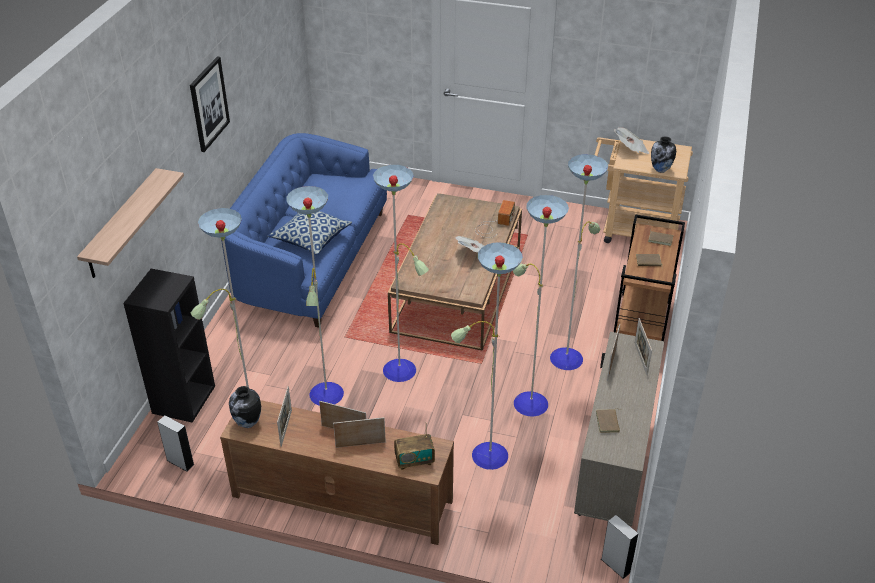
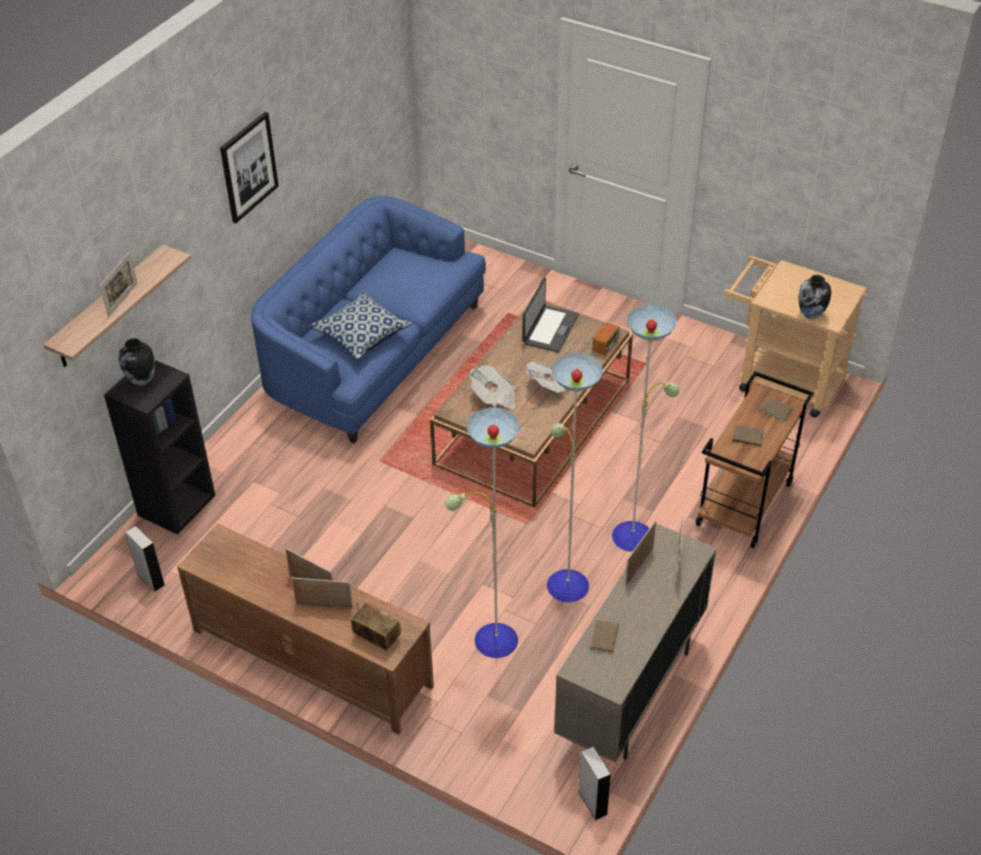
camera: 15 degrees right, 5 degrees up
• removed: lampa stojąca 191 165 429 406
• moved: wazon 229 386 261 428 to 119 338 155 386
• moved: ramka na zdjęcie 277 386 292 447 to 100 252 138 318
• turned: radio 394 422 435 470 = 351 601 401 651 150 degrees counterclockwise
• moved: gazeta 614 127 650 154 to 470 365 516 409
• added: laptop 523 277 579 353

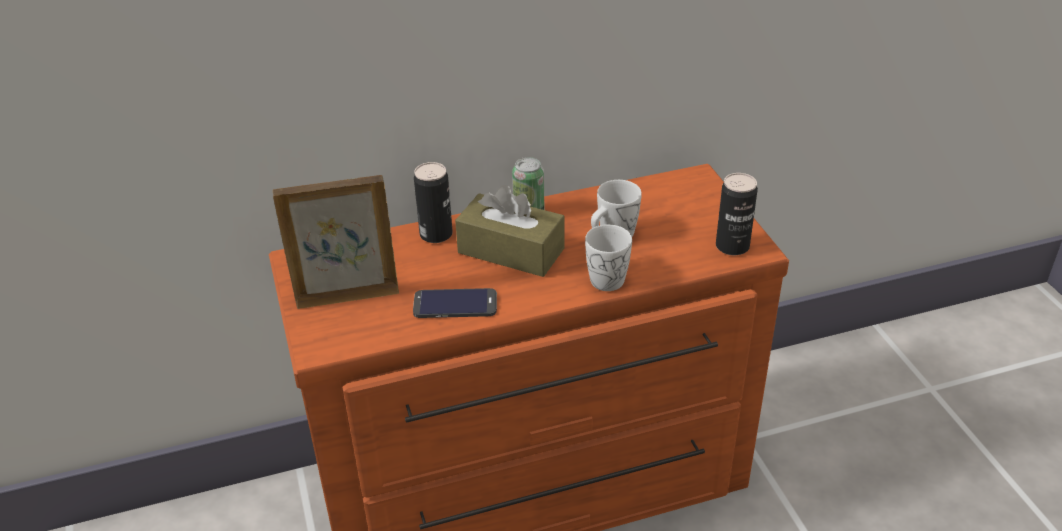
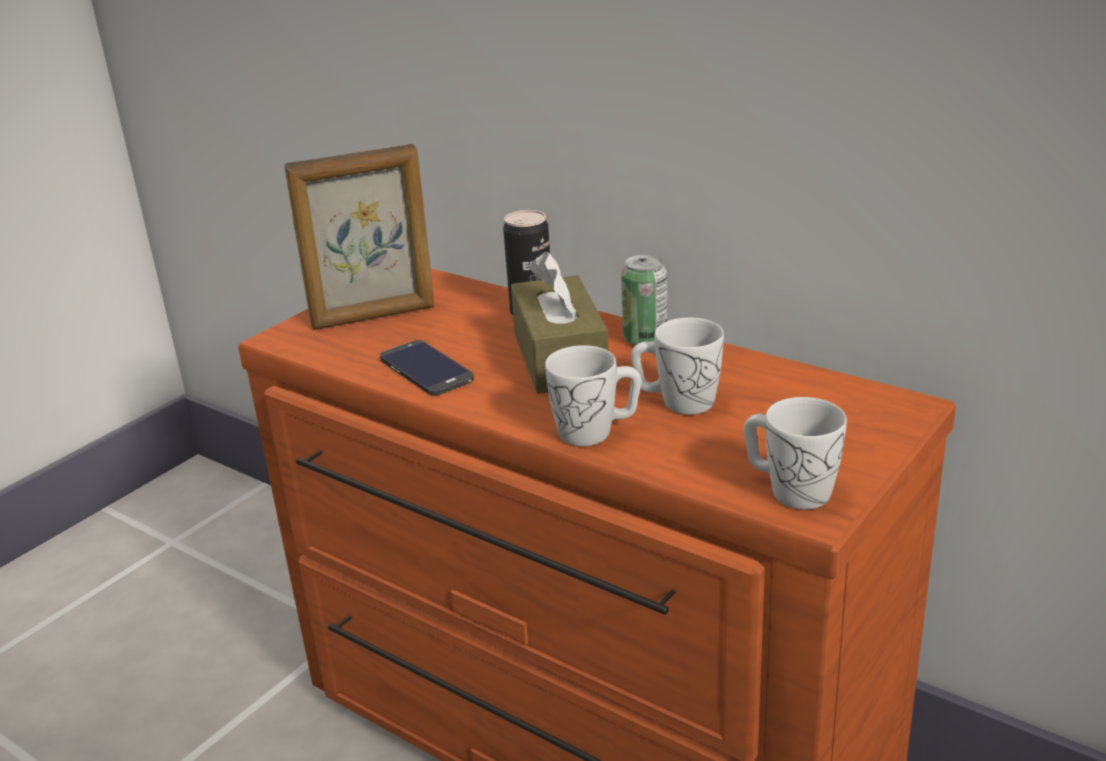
camera: 55 degrees right, 10 degrees down
• turned: ramka na zdjęcie 273 175 399 309 = 284 144 434 330 120 degrees clockwise
• replaced: puszka 716 173 758 255 to kubek (biały) 744 397 847 510

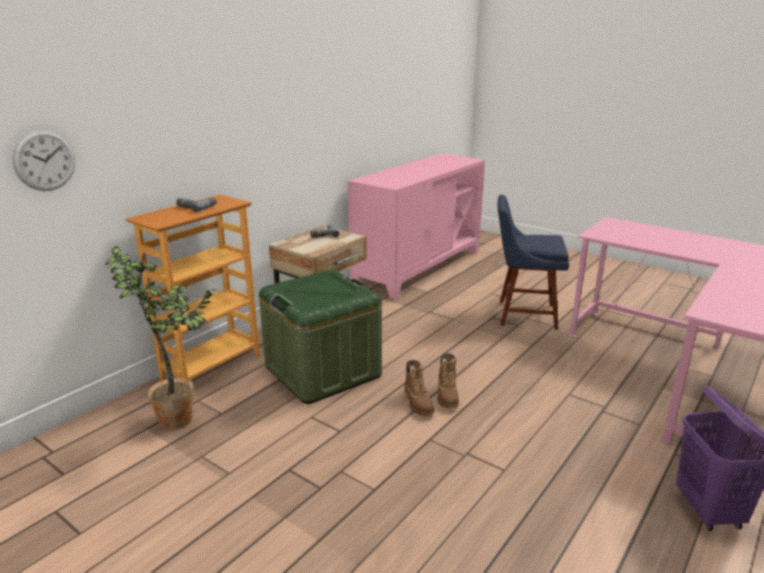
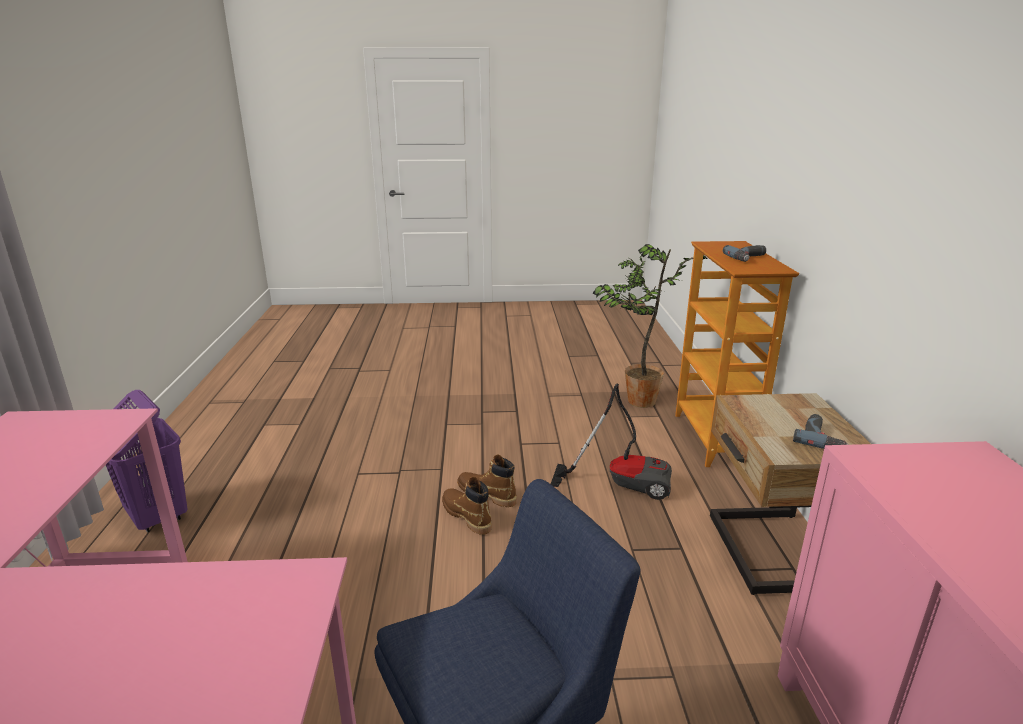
camera: 140 degrees right, 0 degrees up
• removed: zegar ścienny 12 130 75 191
• replaced: pojemnik do przechowywania (zielony) 259 269 382 404 to odkurzacz 551 383 672 500

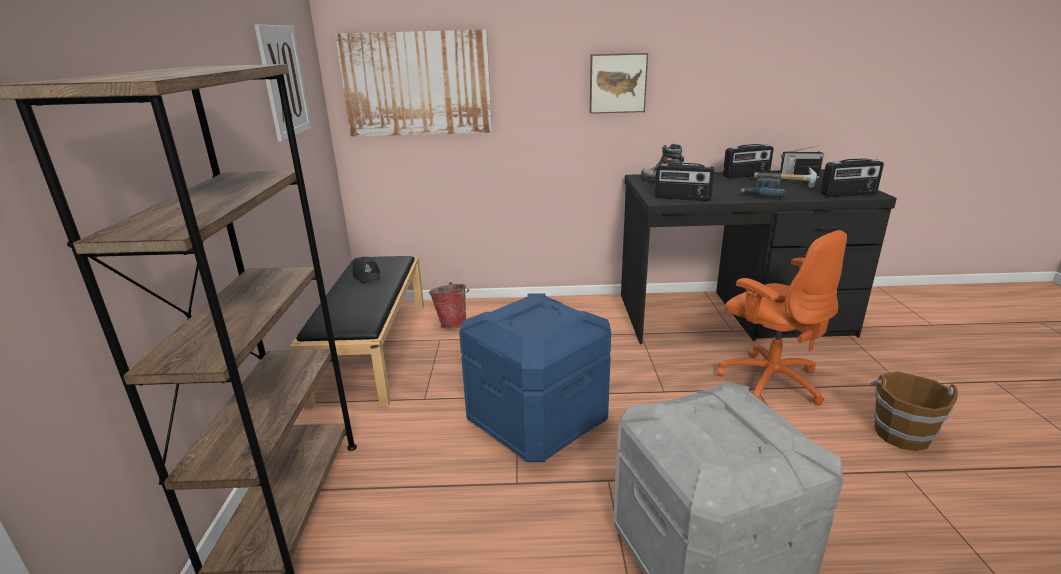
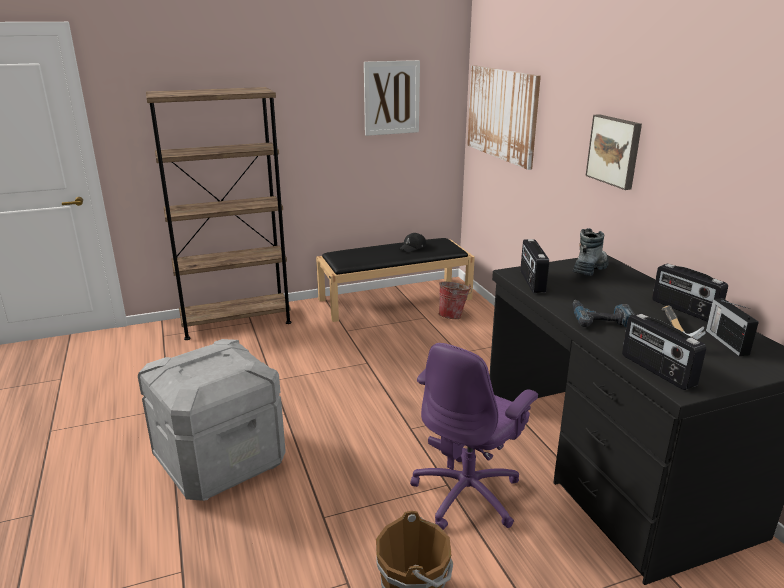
camera: 70 degrees right, 0 degrees up
• removed: pojemnik do przechowywania (niebieski) 459 293 611 462
• recoloured: krzesło biurowe (pomarańczowy) 717 230 847 406 to krzesło biurowe (fioletowy) 410 343 538 530

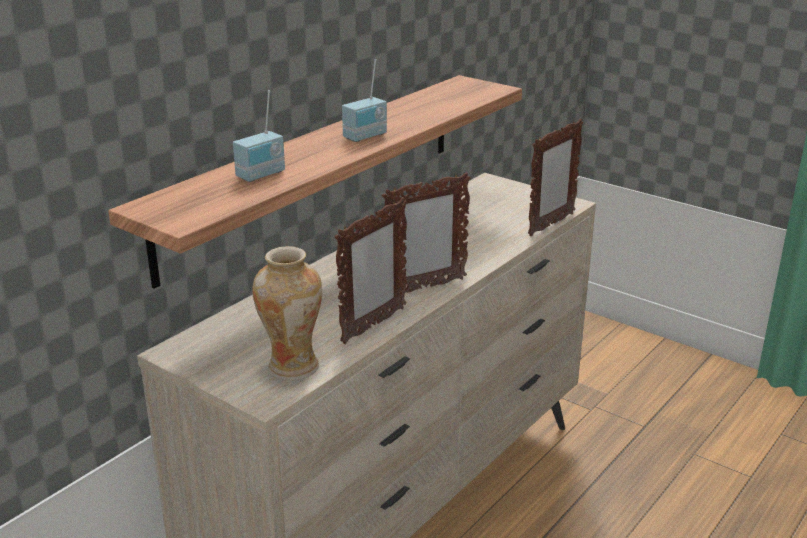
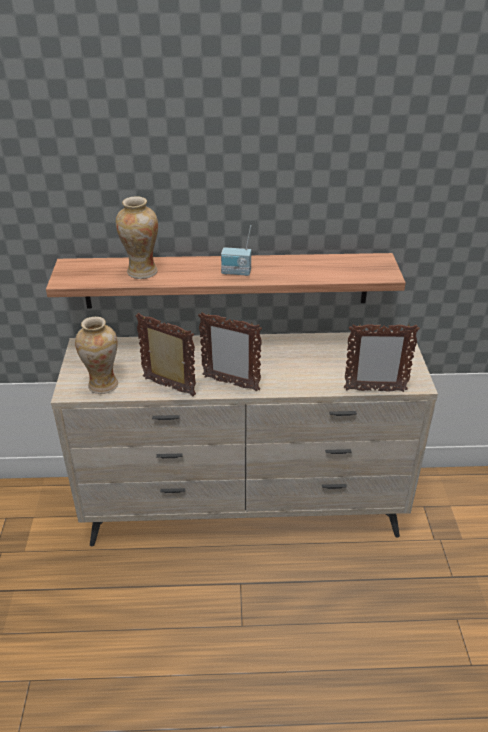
camera: 50 degrees right, 10 degrees up
• replaced: radio 233 90 285 182 to wazon 116 197 158 279
• turned: ramka na zdjęcie 335 197 407 344 = 135 313 196 396 150 degrees counterclockwise

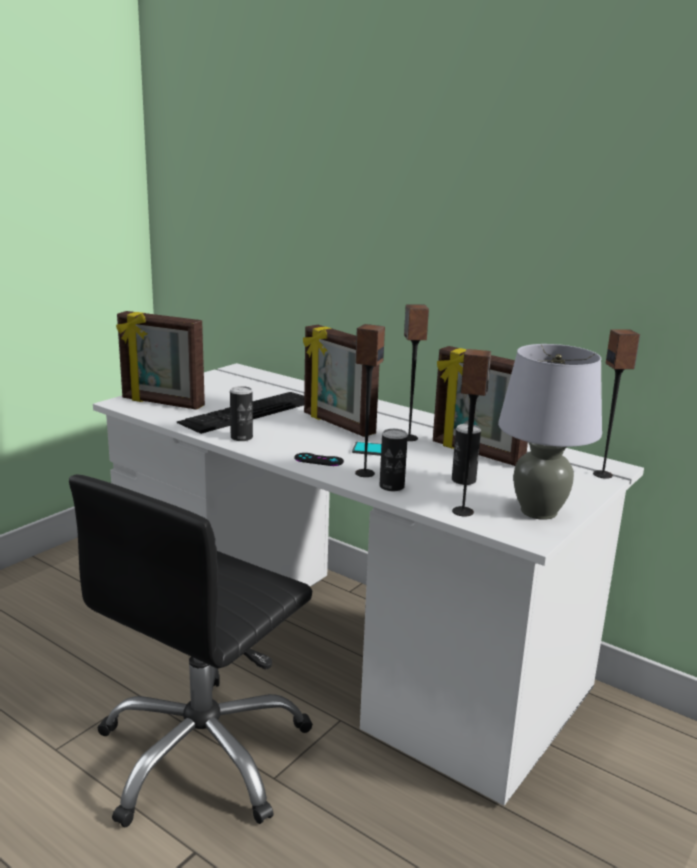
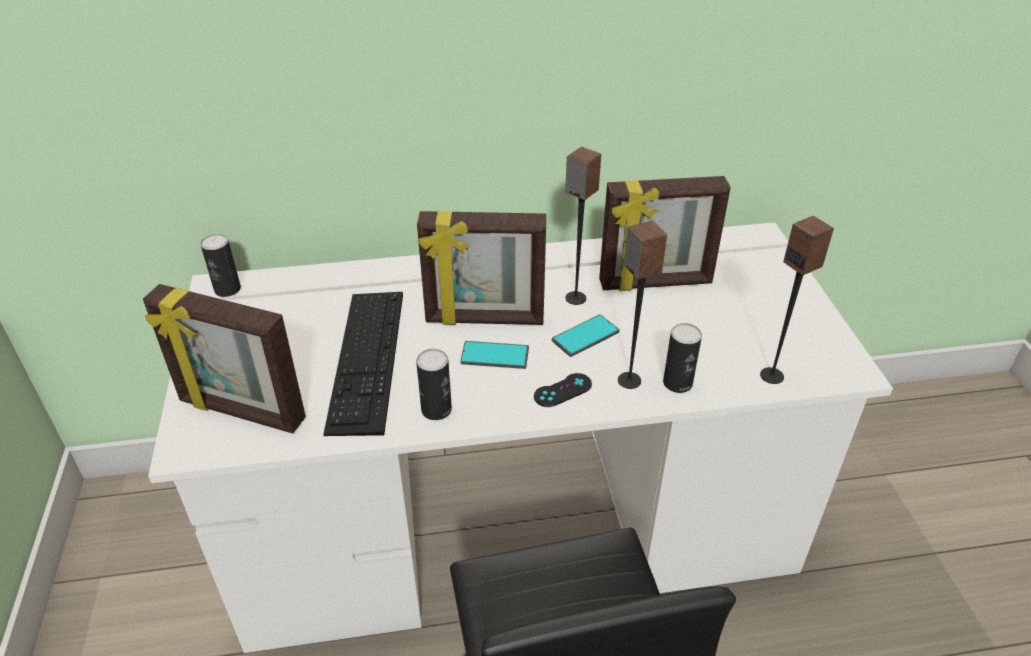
camera: 45 degrees left, 20 degrees up
• turned: ramka na zdjęcie 116 311 205 410 = 143 284 306 434 45 degrees clockwise
• moved: puszka 452 424 481 485 to 201 233 241 297
• removed: lampa stołowa (szary) 498 344 602 520
• removed: głośnik 593 329 640 479
• added: telefon 460 341 529 369

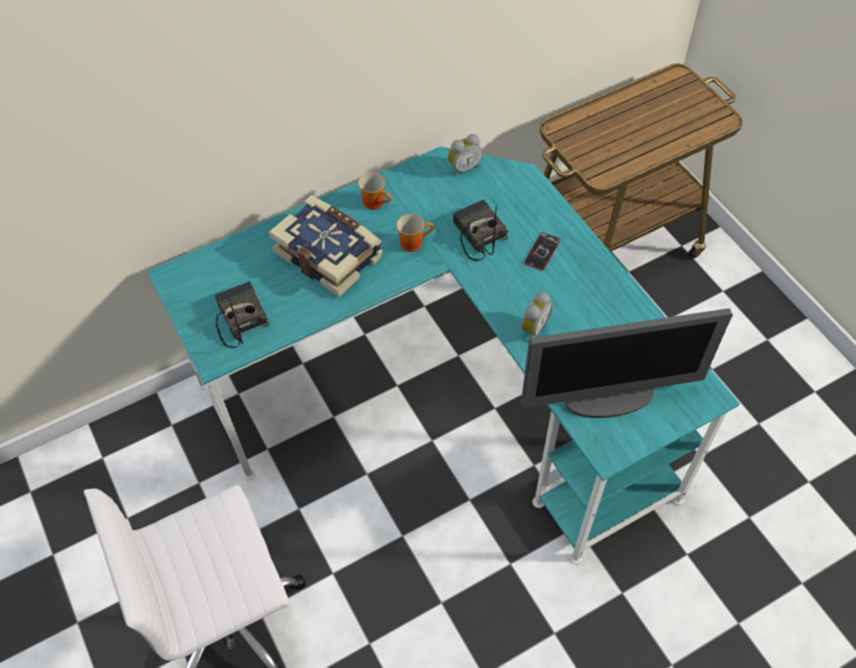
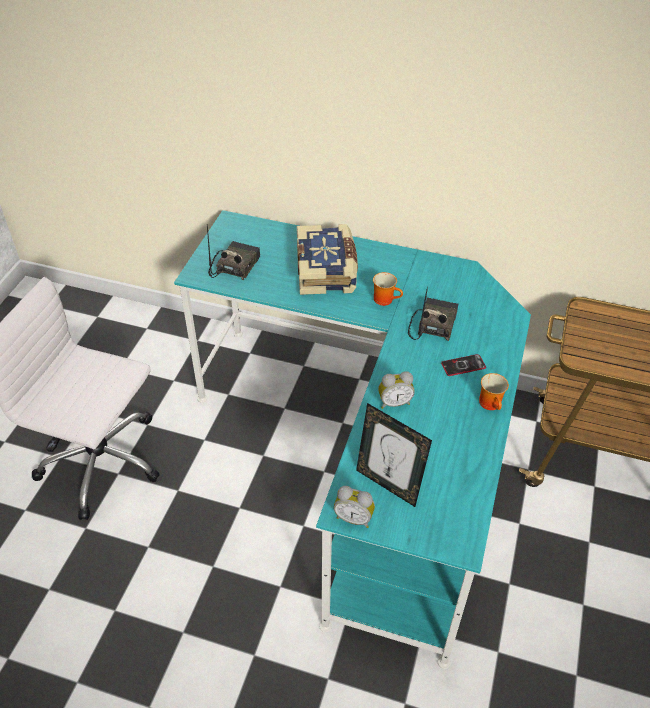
camera: 45 degrees right, 10 degrees down
• moved: kubek 358 173 392 210 to 479 373 509 410
• moved: budzik 448 134 483 176 to 334 486 375 528
• replaced: monitor 521 308 733 418 to ramka na zdjęcie 356 403 432 507

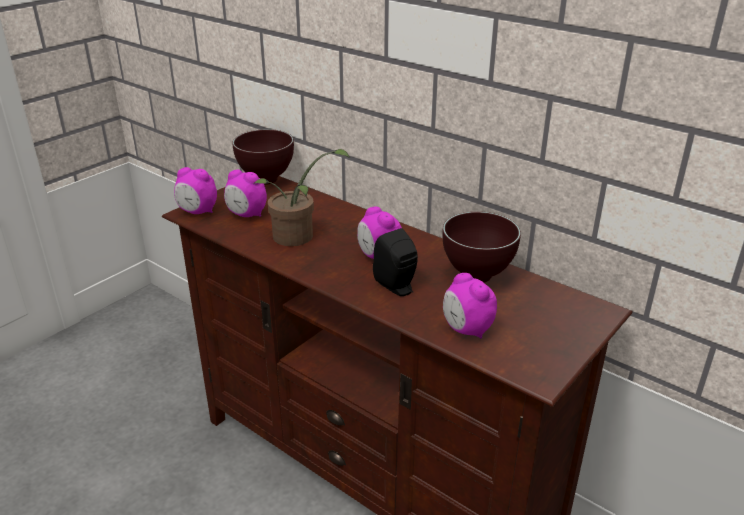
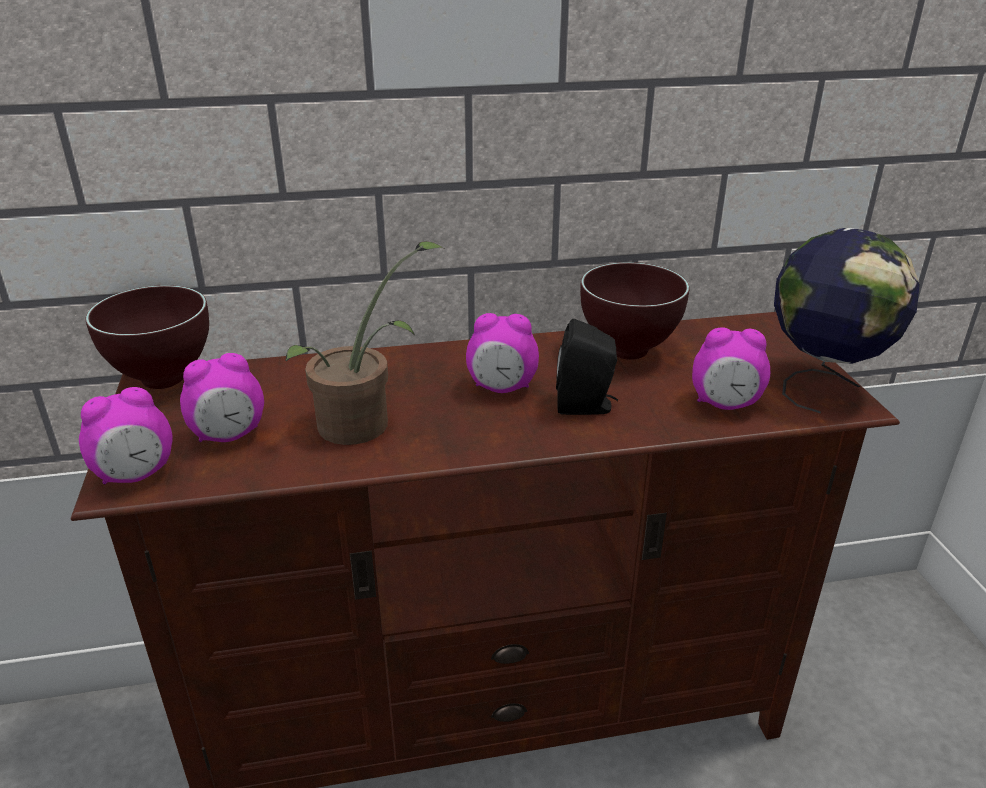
camera: 50 degrees left, 0 degrees up
• added: globus 774 228 920 413

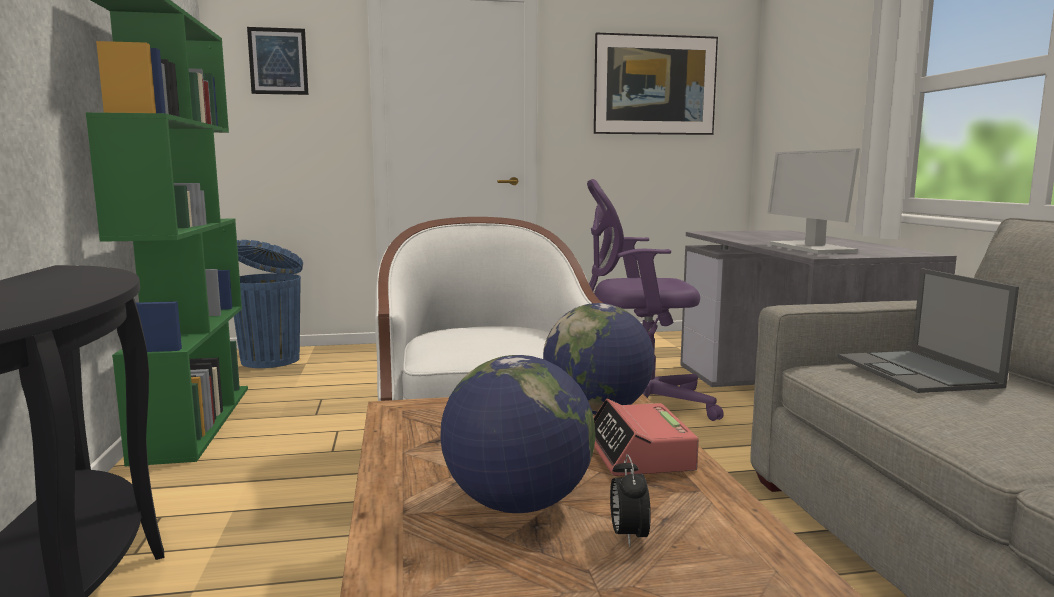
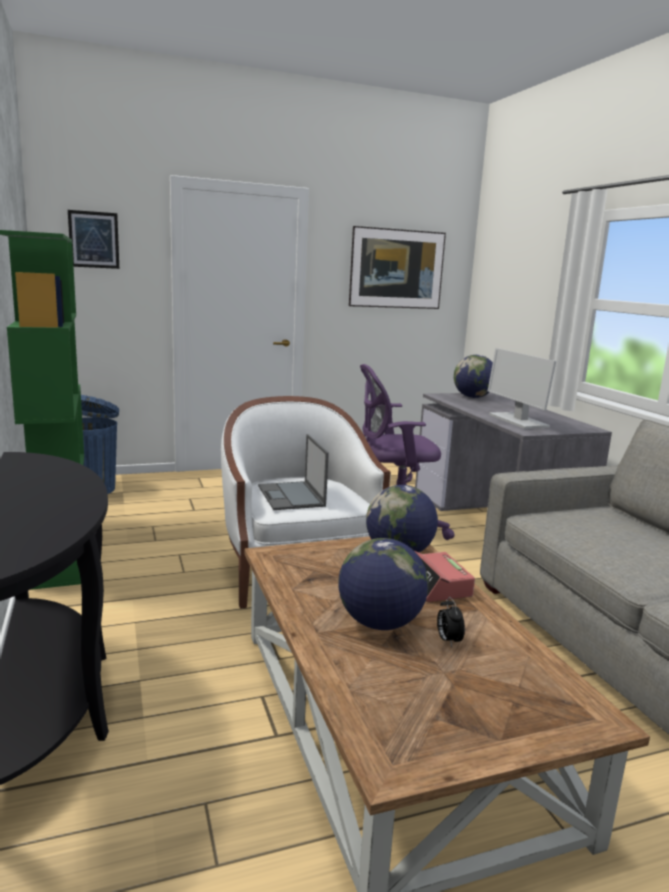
camera: 10 degrees left, 5 degrees up
• moved: laptop 838 268 1019 393 to 258 434 329 510
• added: globus 454 355 493 398

